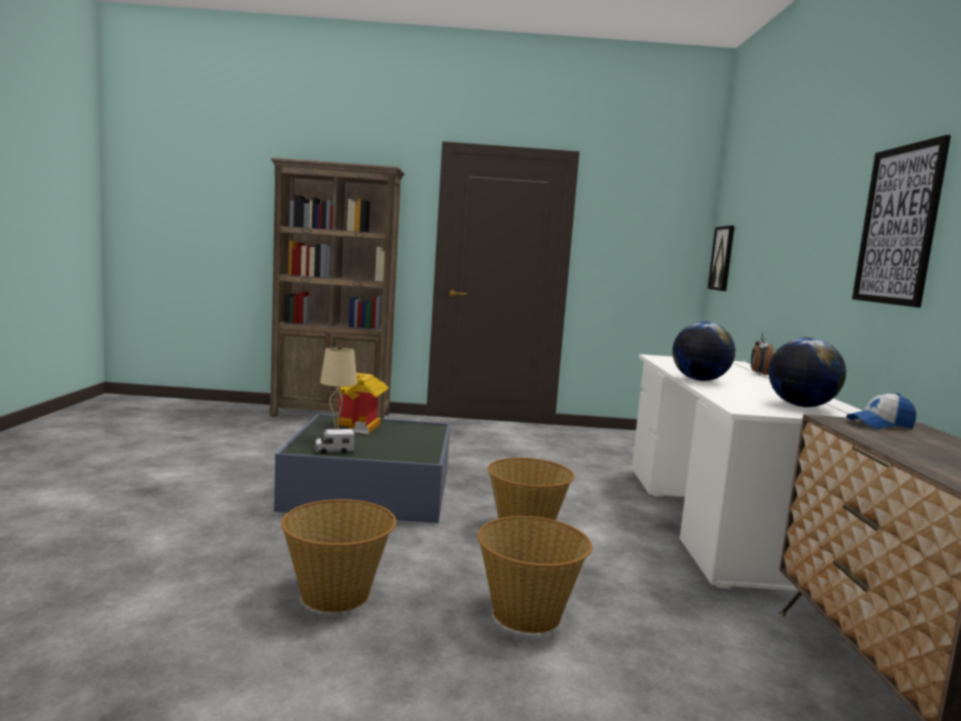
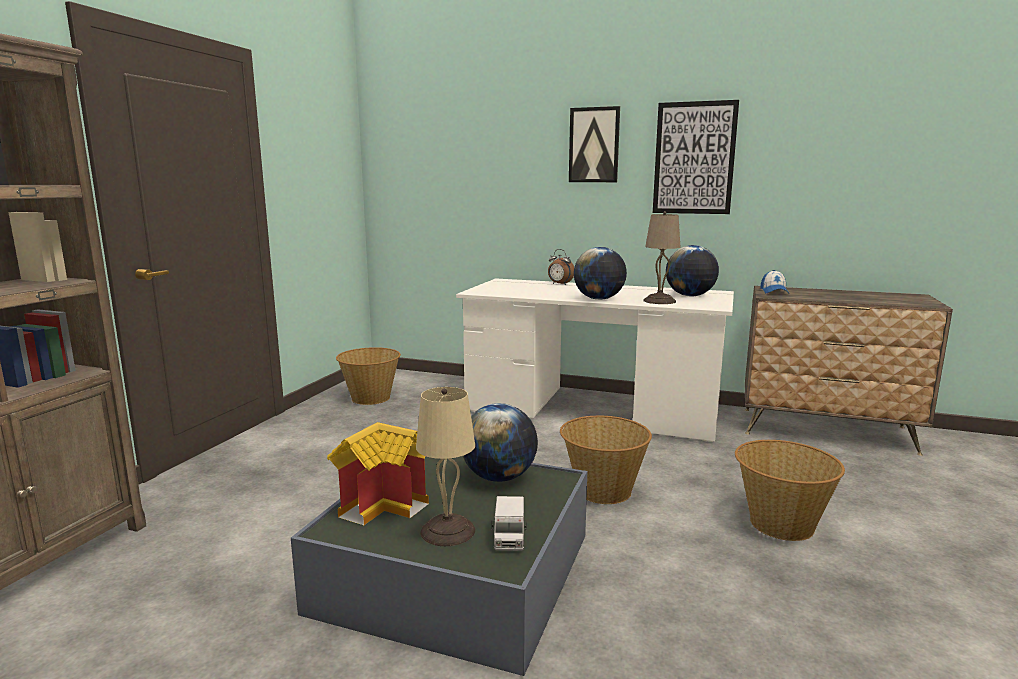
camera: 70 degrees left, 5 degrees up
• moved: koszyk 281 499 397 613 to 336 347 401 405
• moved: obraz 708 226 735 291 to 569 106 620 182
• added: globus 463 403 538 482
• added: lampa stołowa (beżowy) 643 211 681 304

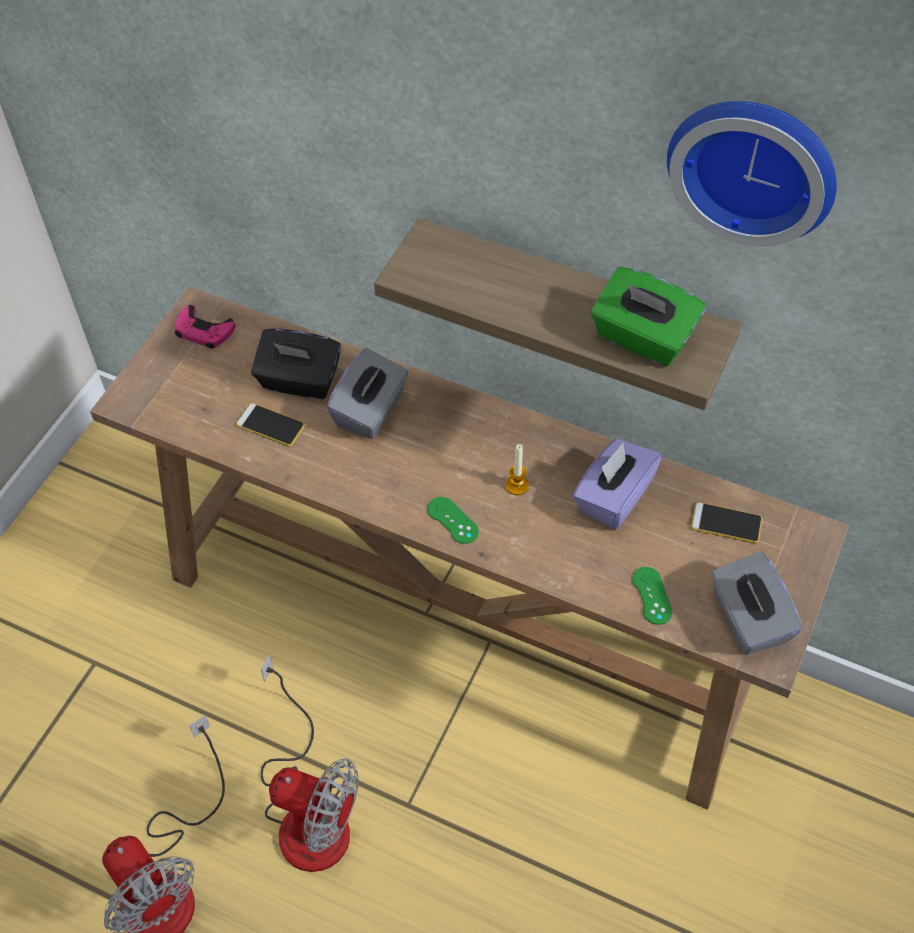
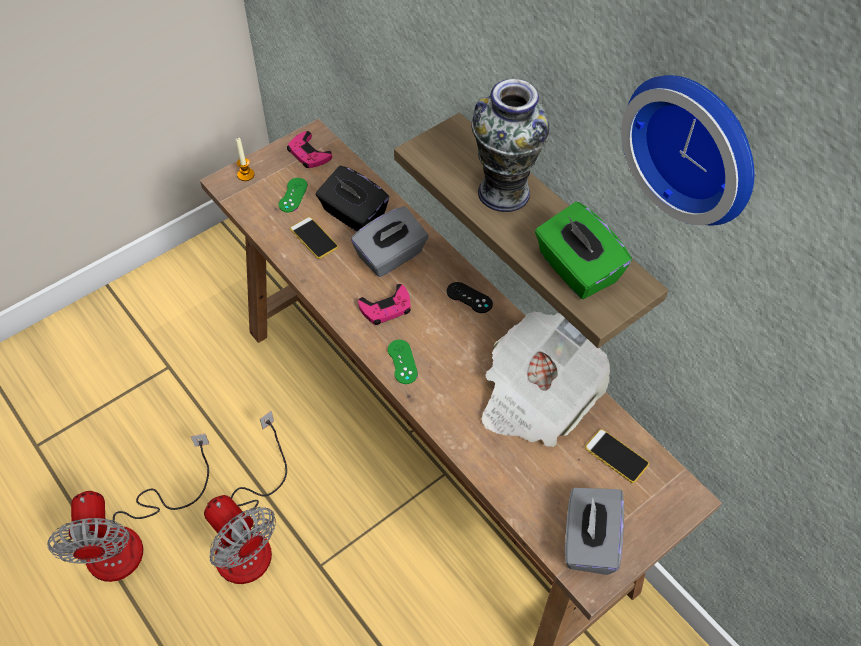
camera: 25 degrees right, 0 degrees up
• moved: świeca 506 444 529 495 to 236 138 254 181
• replaced: pudełko chusteczek (fioletowy) 573 439 662 530 to gazeta 482 311 610 447
• moved: pad do gier (zielony) 632 567 672 625 to 278 178 308 212
• added: pad do gier (różowy) 358 284 411 325
• added: pad do gier (czarny) 447 282 493 313
• added: wazon 471 79 550 212

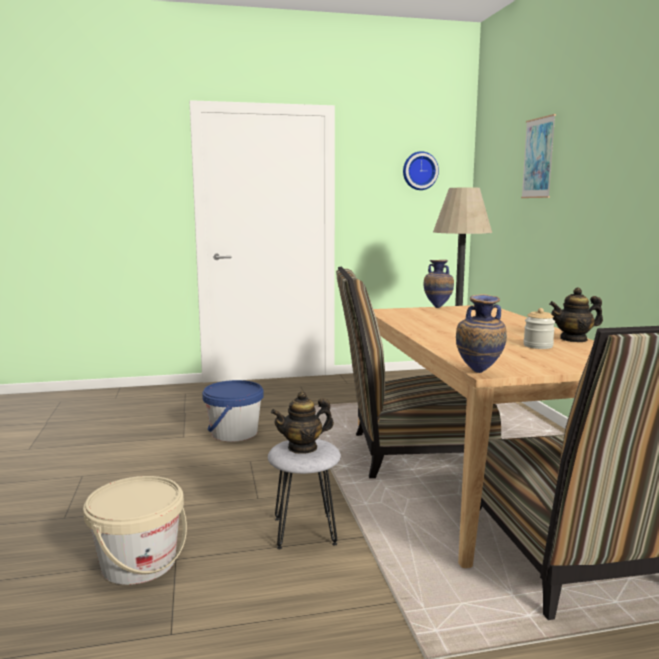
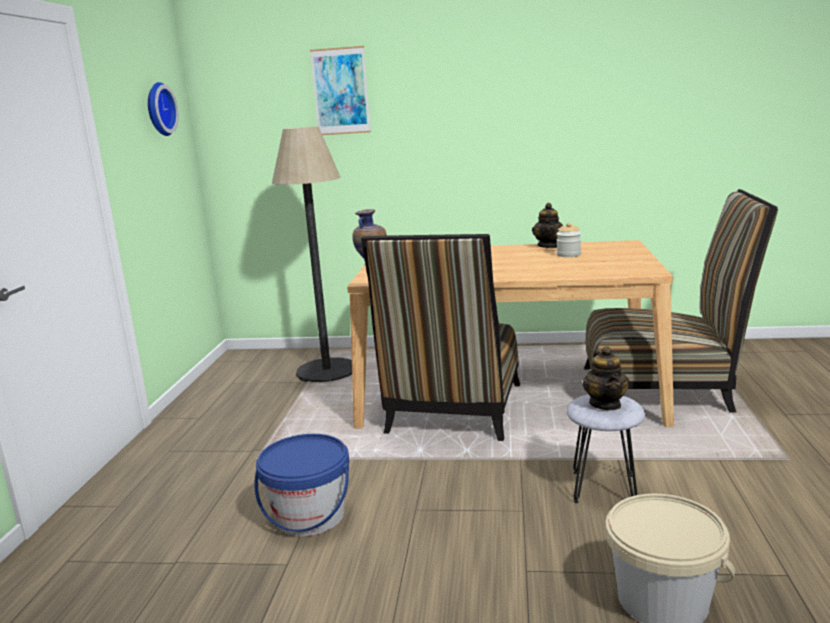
camera: 70 degrees left, 5 degrees up
• removed: wazon 456 294 507 373

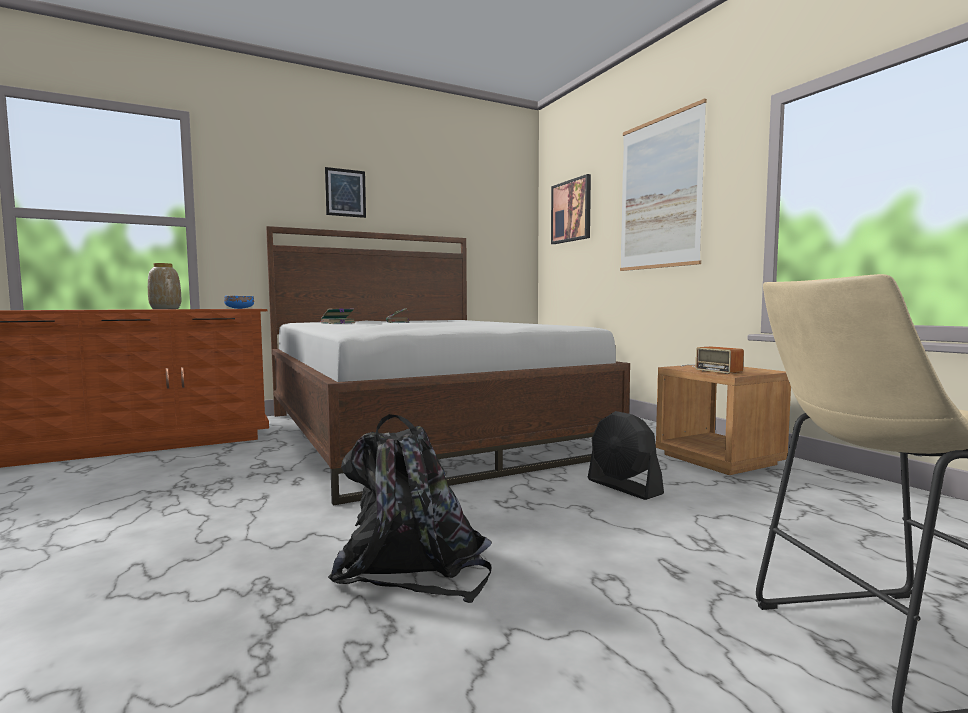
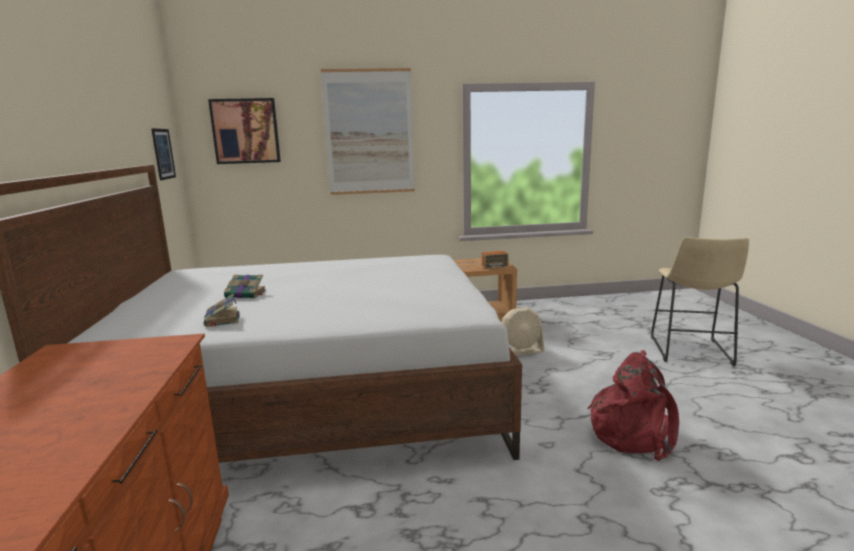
camera: 70 degrees left, 10 degrees up
• removed: wazon 148 263 181 309
• removed: miska (niebieski) 224 296 254 309
• moved: obraz 325 167 366 218 to 151 128 176 180
• recoloured: plecak (czarny) 328 414 492 603 to plecak (czerwony) 588 350 679 461
• recoloured: wentylator (czarny) 588 411 664 500 to wentylator (beżowy) 502 307 545 356

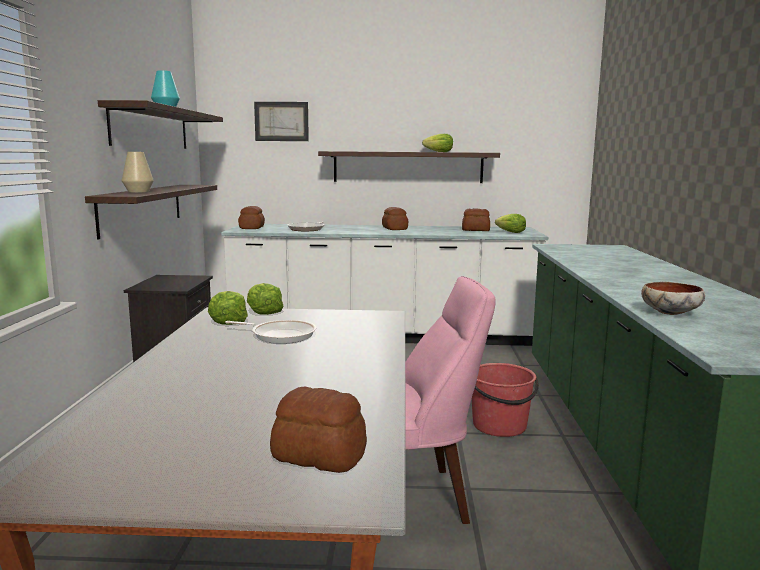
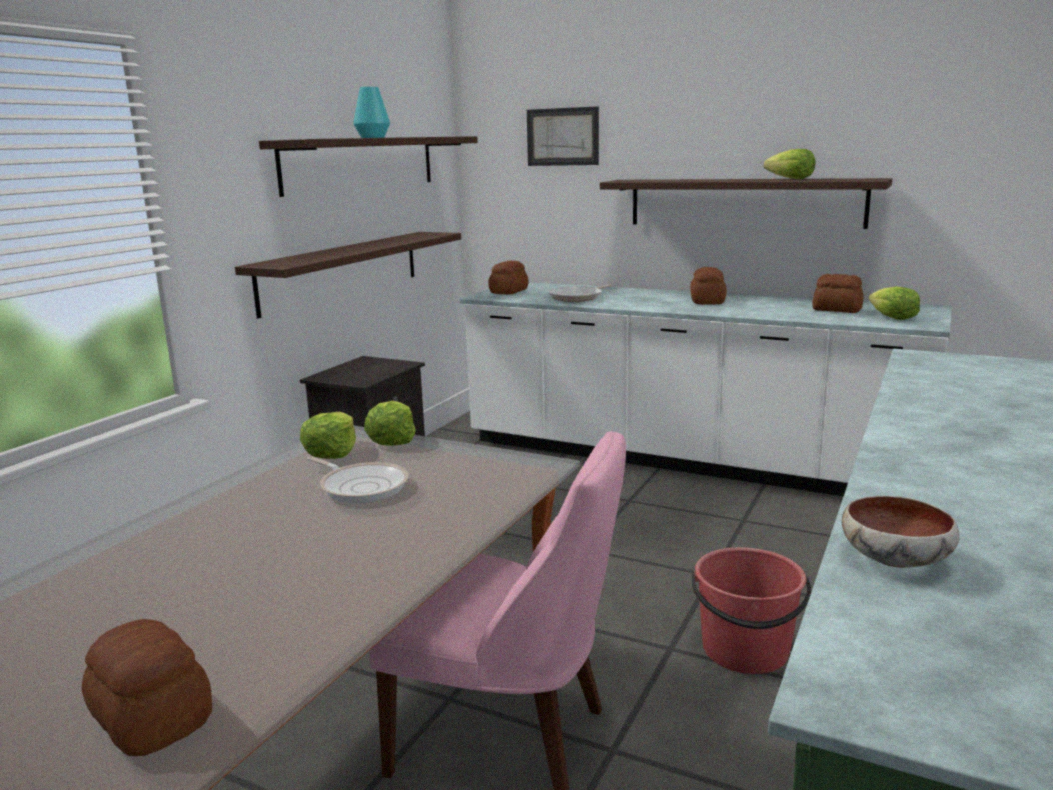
camera: 25 degrees right, 5 degrees up
• removed: wazon (beżowy) 122 152 154 193

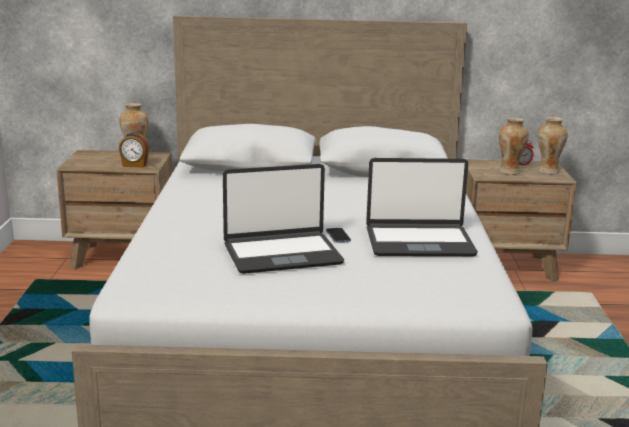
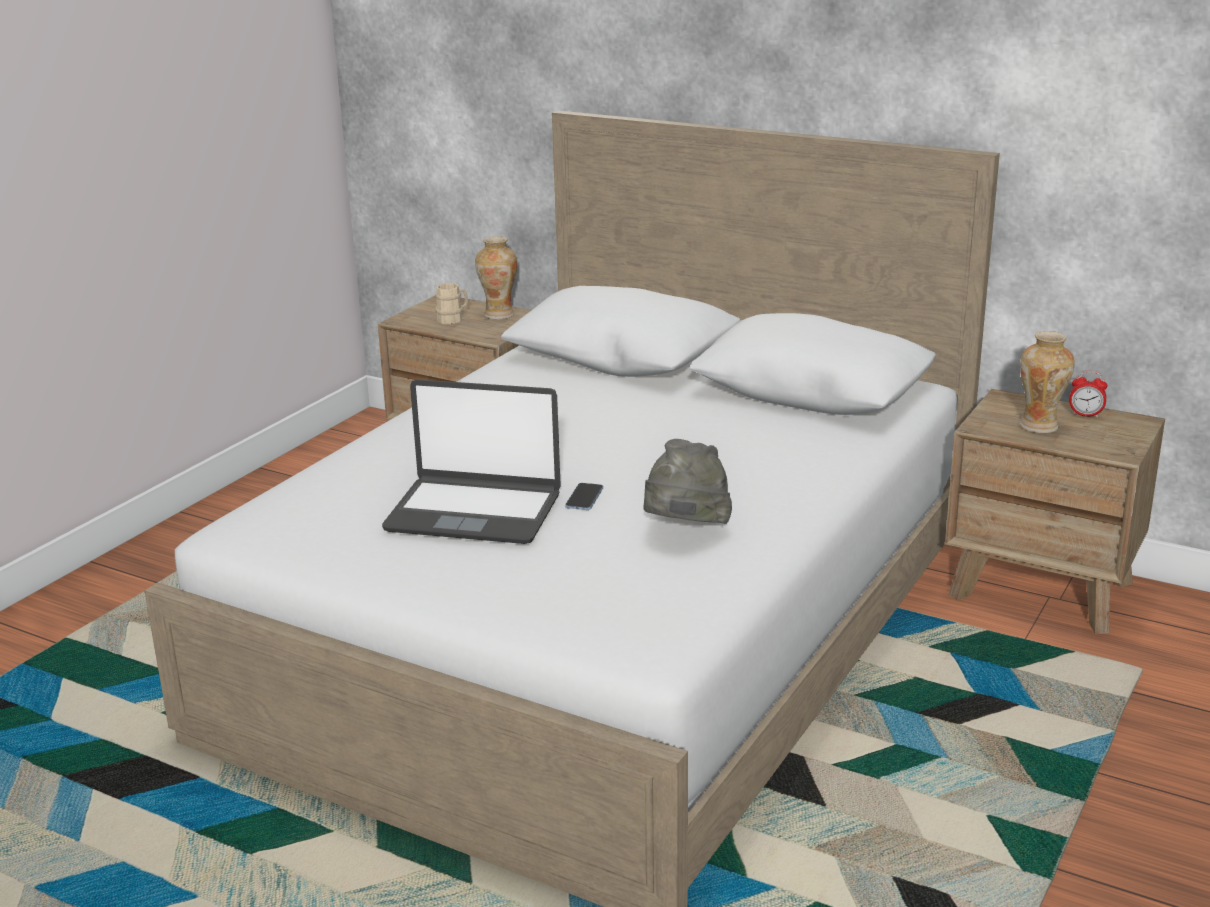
camera: 30 degrees right, 5 degrees up
• removed: budzik 119 133 149 168
• replaced: laptop 366 158 478 256 to kapelusz (szary) 643 439 732 524
• removed: wazon 538 117 568 174
• added: kubek (beżowy) 435 283 468 324

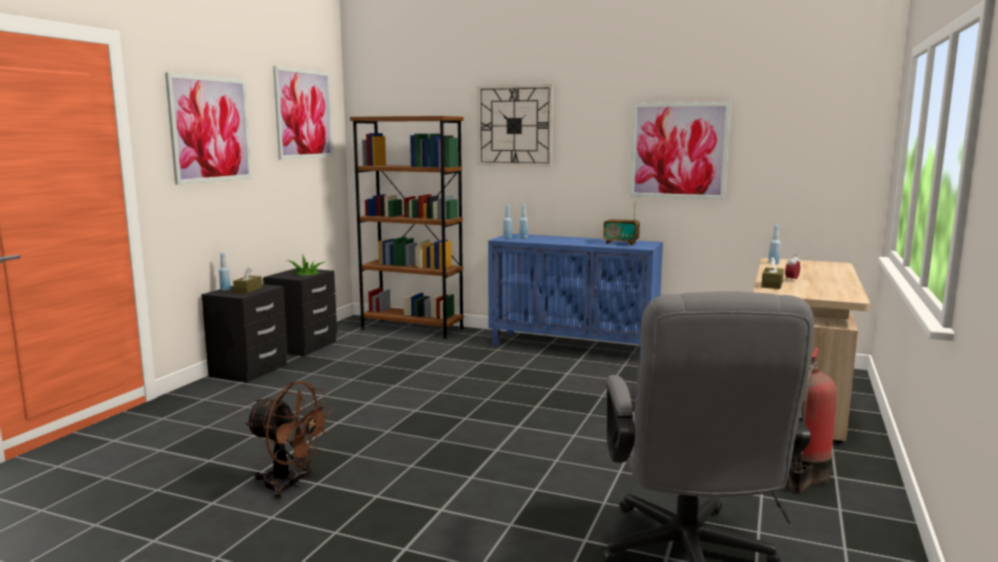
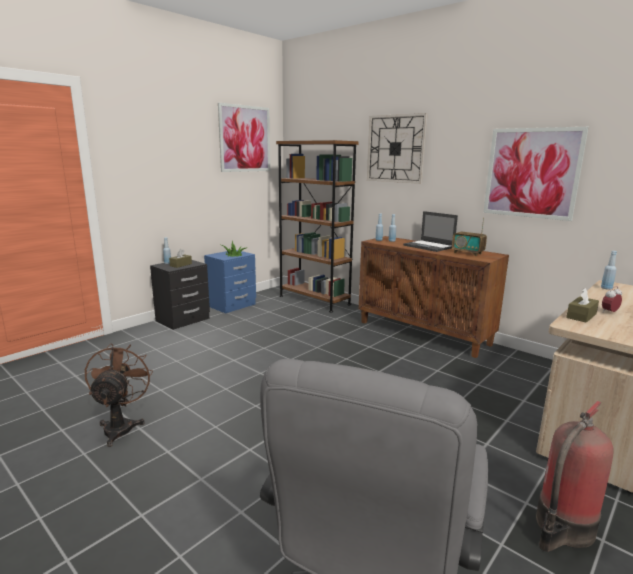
camera: 20 degrees right, 5 degrees up
• removed: obraz 165 72 252 185
• turned: wentylator (brązowy) 245 381 332 500 = 85 344 153 447 135 degrees counterclockwise
• recoloured: szafka nocna (czarny) 263 268 337 356 to szafka nocna (niebieski) 204 250 256 313
• recoloured: szafka (niebieski) 488 234 663 358 to szafka (brązowy) 359 236 509 358
• added: laptop 403 211 458 252

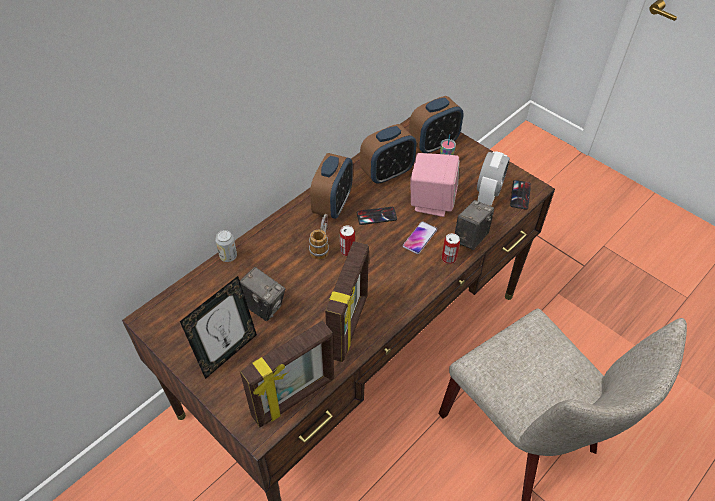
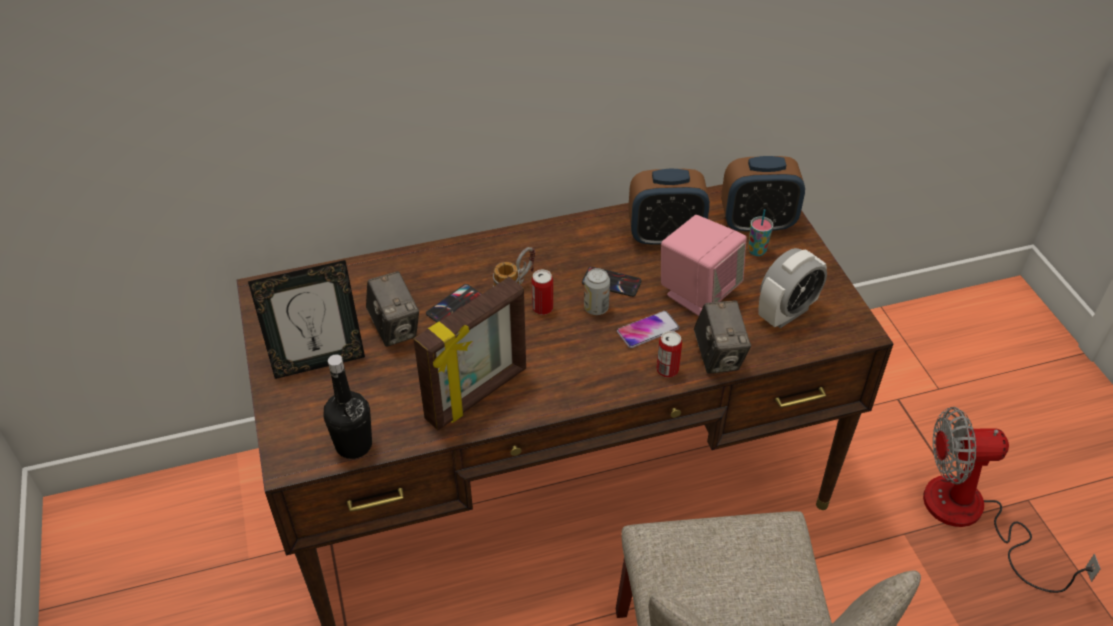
camera: 30 degrees right, 5 degrees down
• moved: puszka 215 230 237 262 to 584 268 610 315
• replaced: ramka na zdjęcie 240 321 334 427 to butelka (czarny) 323 355 372 459
• removed: budzik 310 153 353 219
• turned: aparat fotograficzny 455 200 494 250 = 694 300 751 374 105 degrees clockwise
• moved: telefon 510 180 531 210 to 426 284 481 322
• added: wentylator 923 407 1101 593

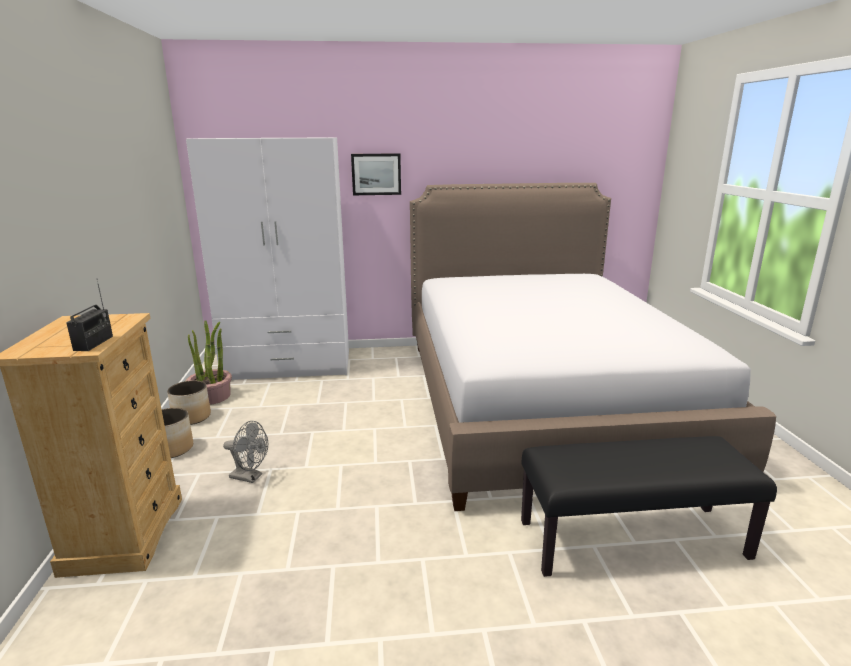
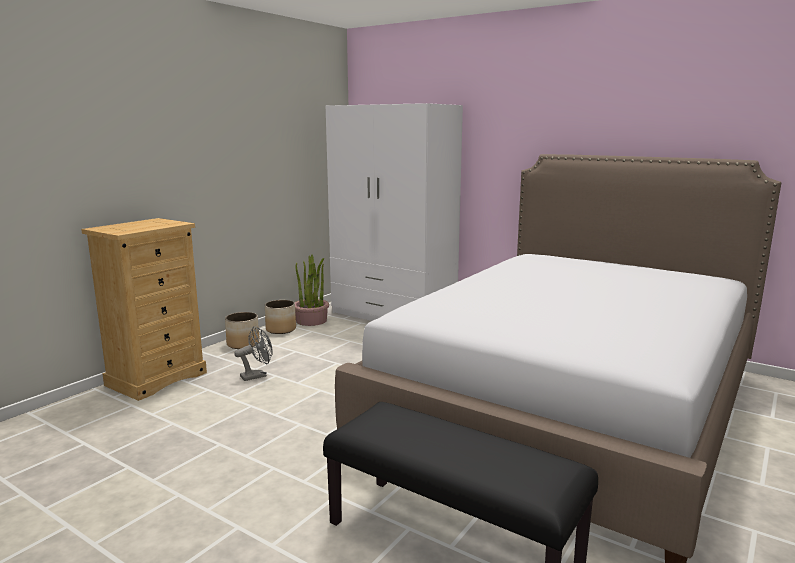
camera: 40 degrees right, 5 degrees down
• removed: radio 66 279 113 351
• turned: wentylator (szary) 223 421 268 483 = 234 326 273 381 90 degrees counterclockwise
• removed: obraz 351 153 401 195

